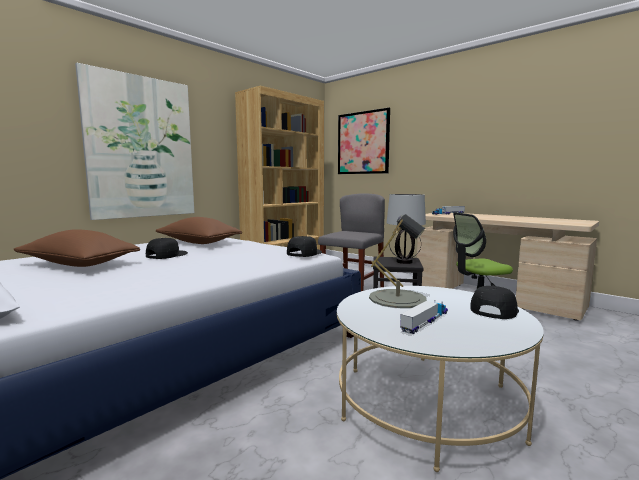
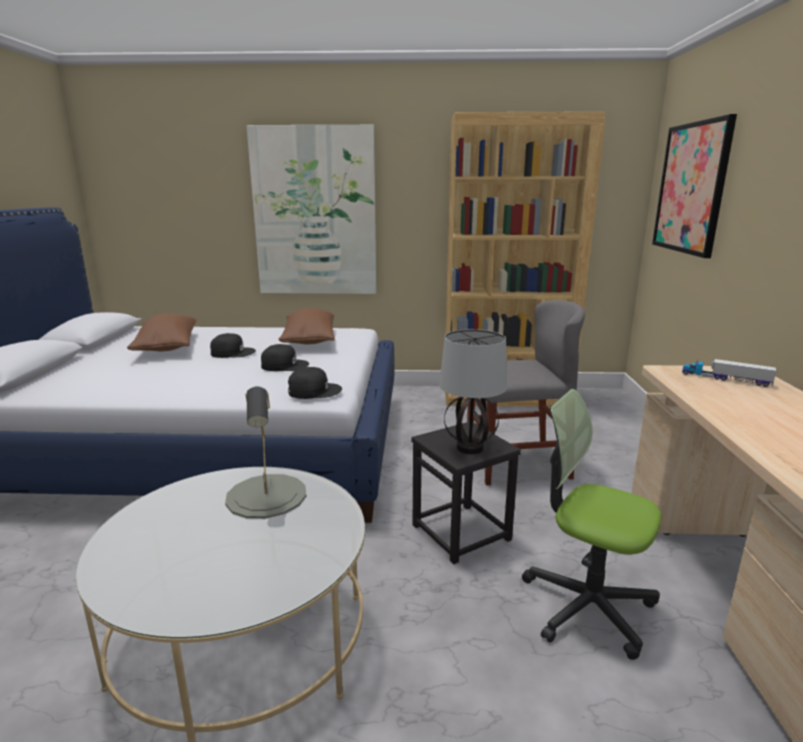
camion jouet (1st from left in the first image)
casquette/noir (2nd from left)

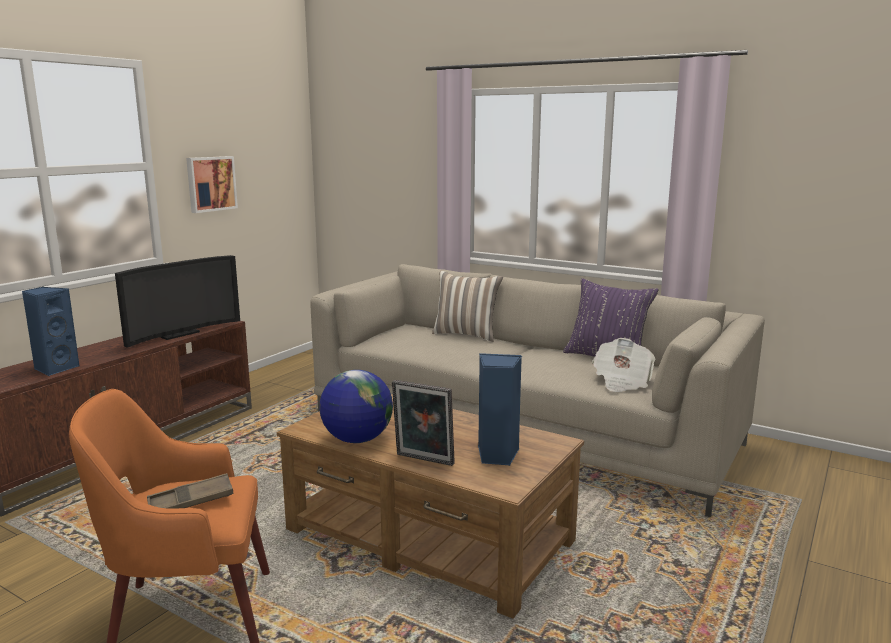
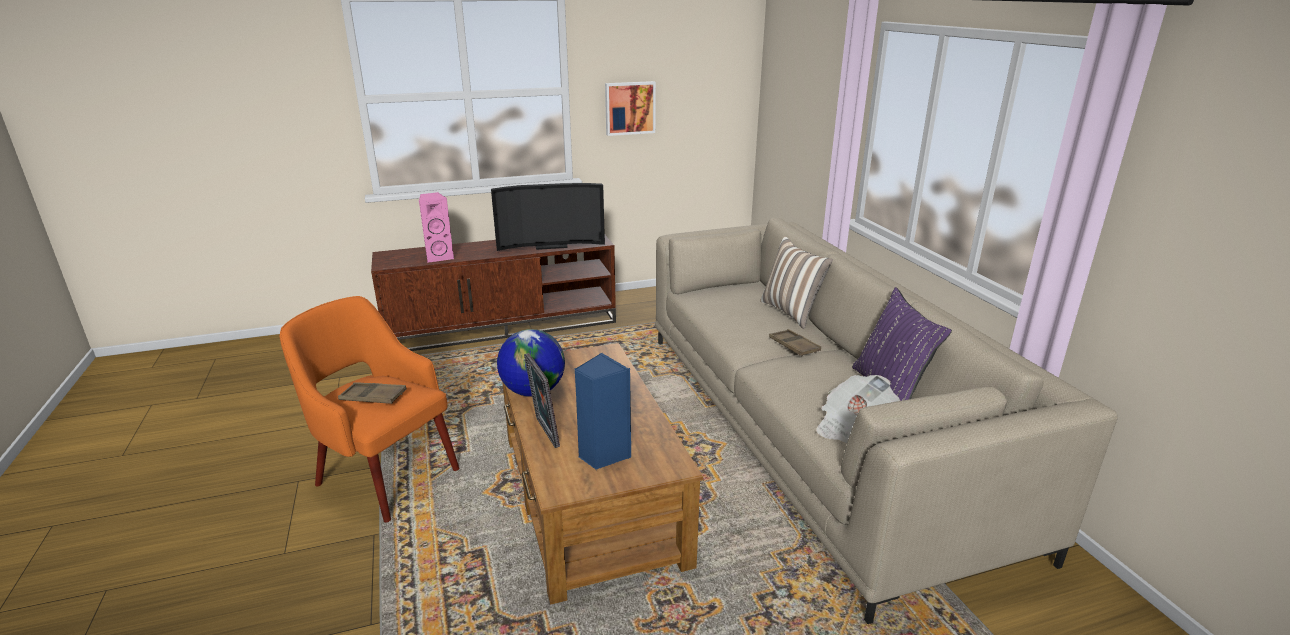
enceinte/rose
plateau/marron (2nd from left)

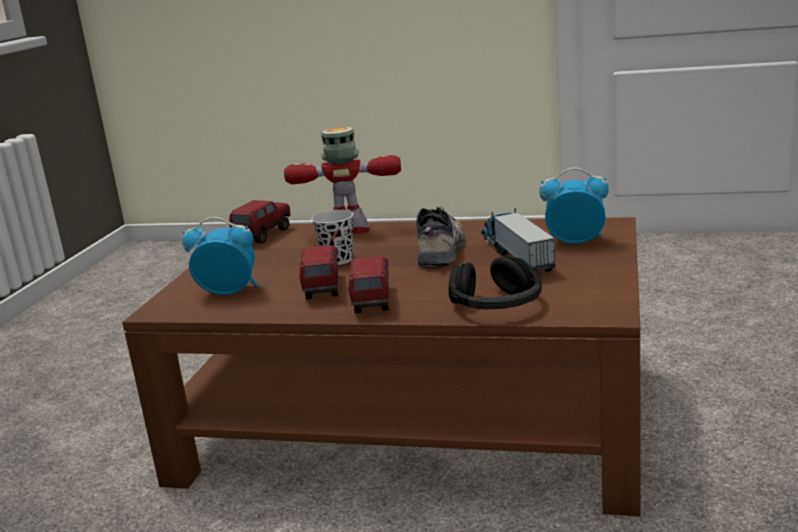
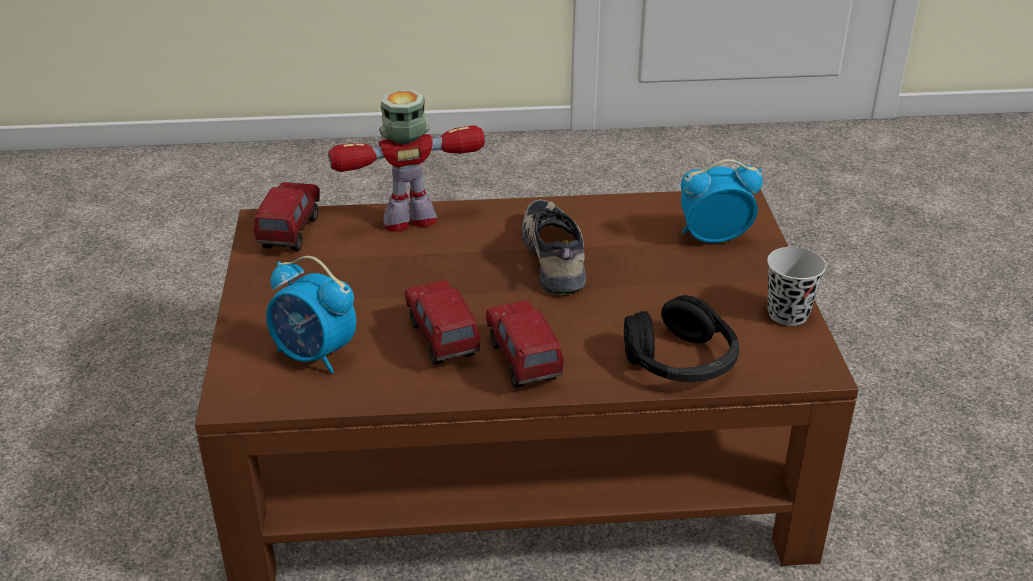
réveil (1st from left)
tasse/noir
camion jouet (4th from left in the first image)

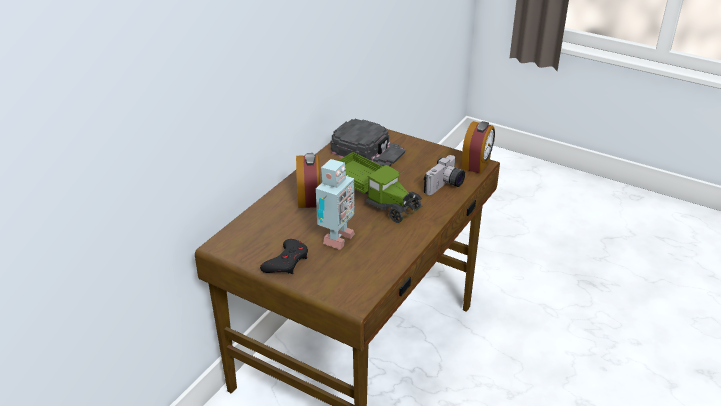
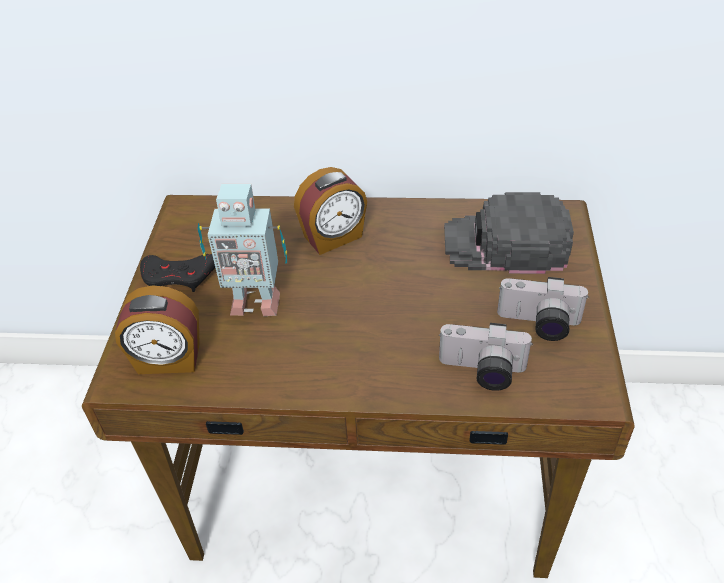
casquette/noir
camion jouet
réveil (1st from left)
appareil photo (2nd from left)

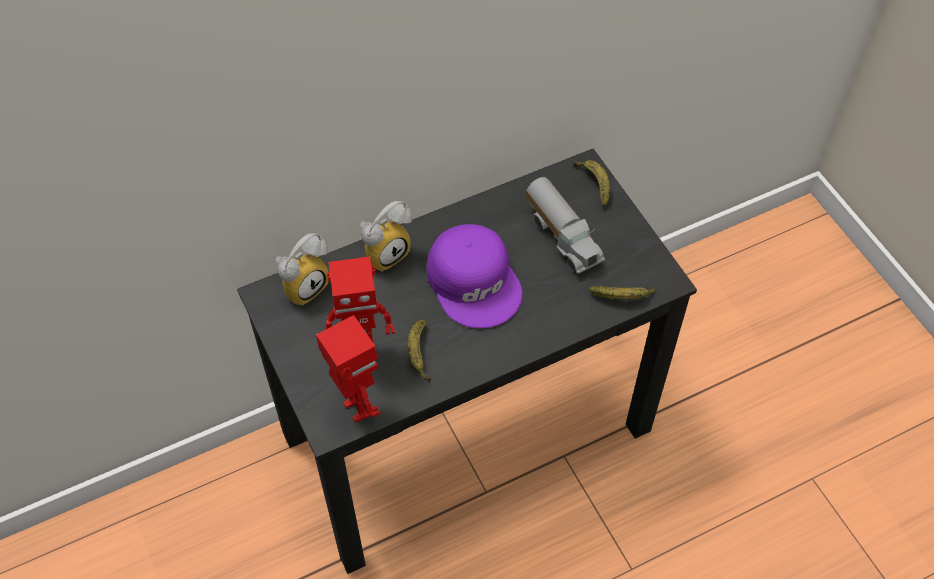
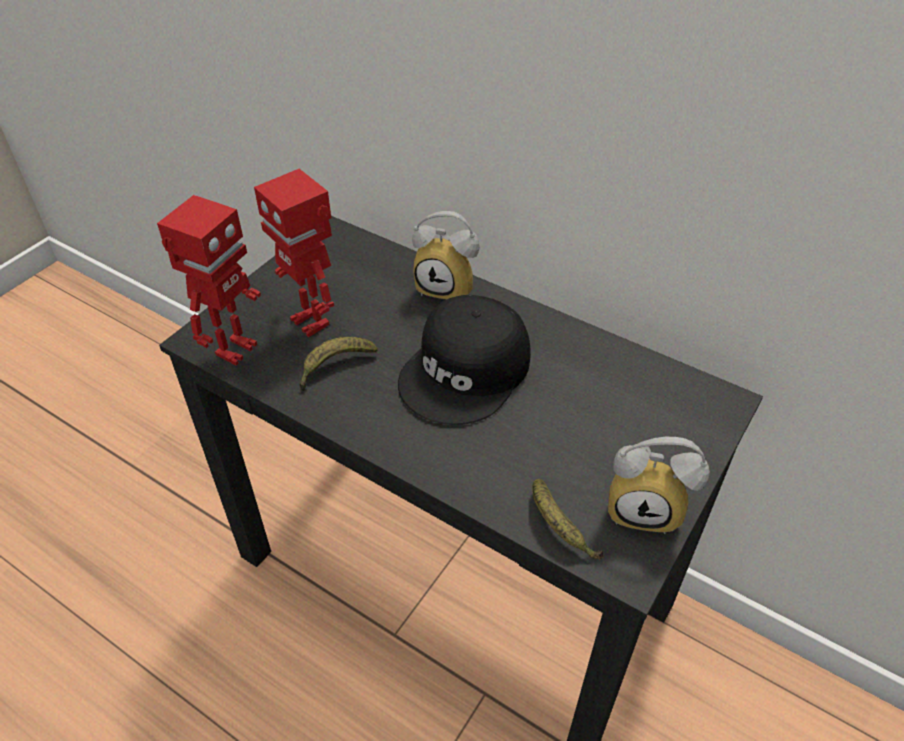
réveil (2nd from left)
casquette/noir
camion jouet
banane (2nd from left in the first image)

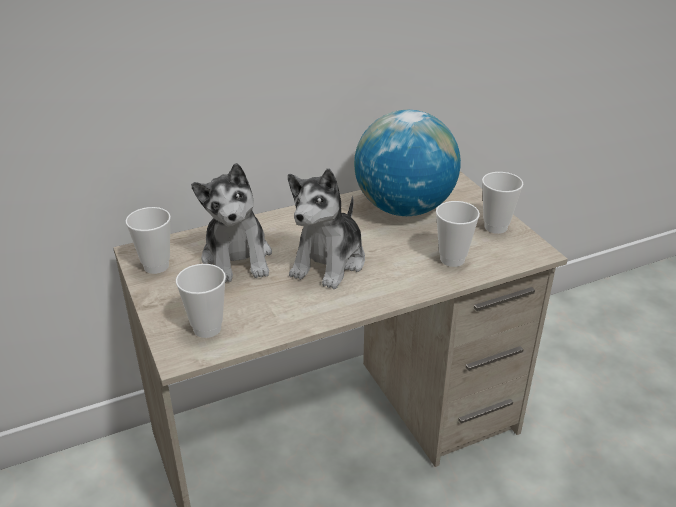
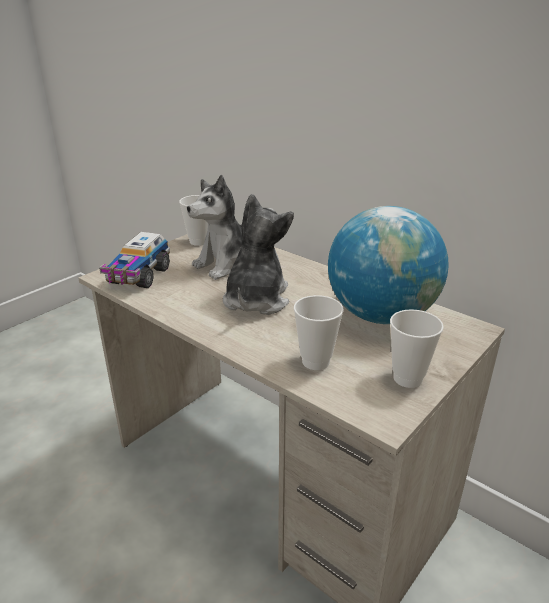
camion jouet
peluche (2nd from left)

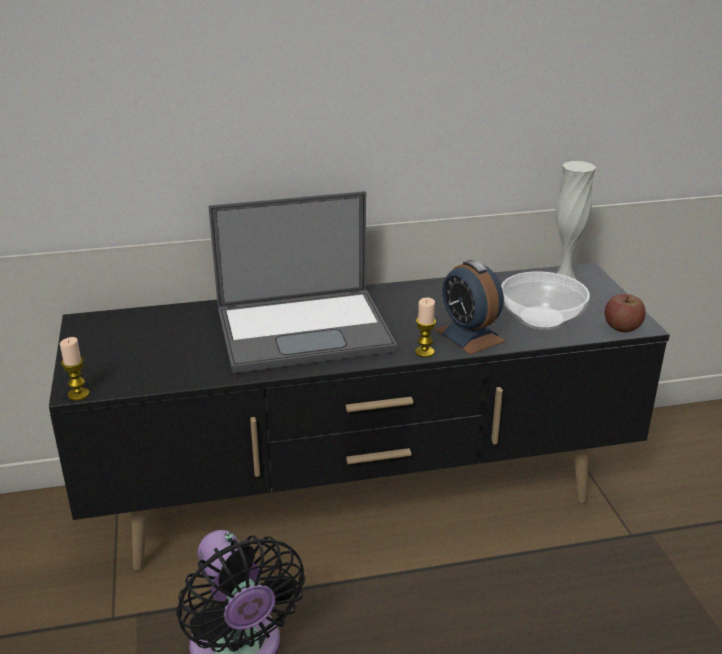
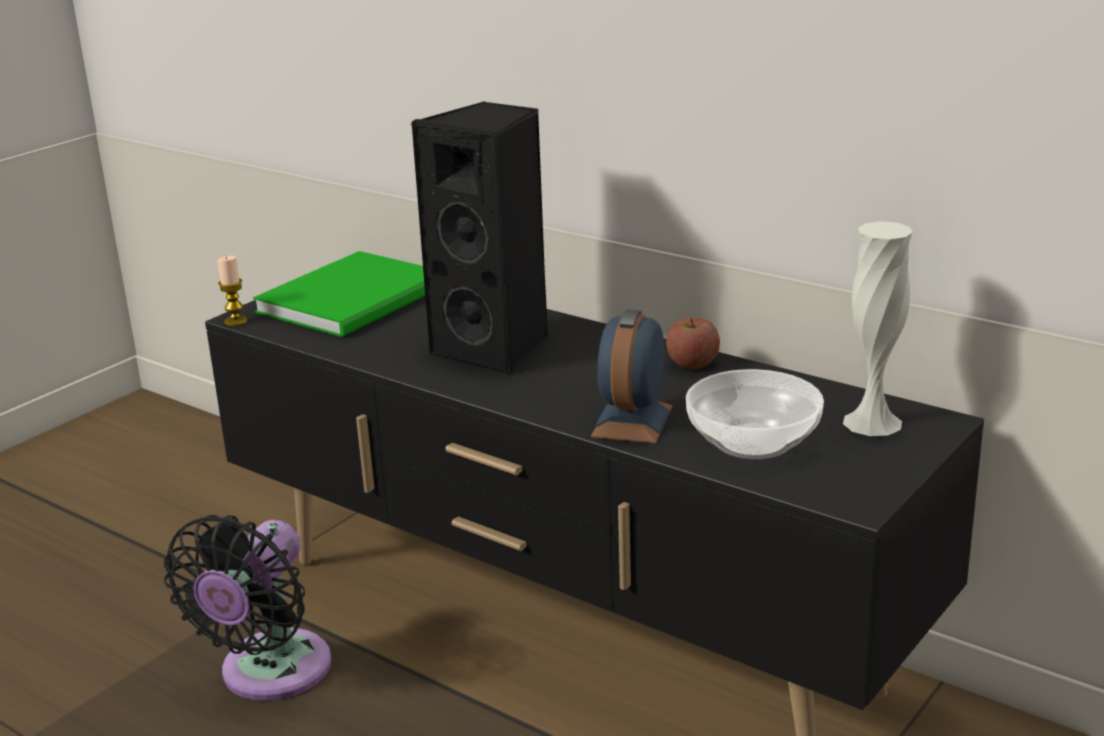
enceinte/noir
bougie (2nd from left in the first image)
pomme
livre/vert

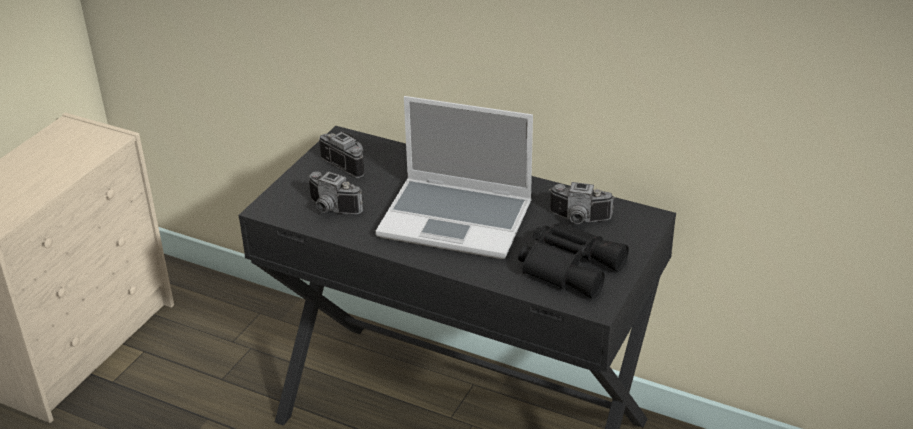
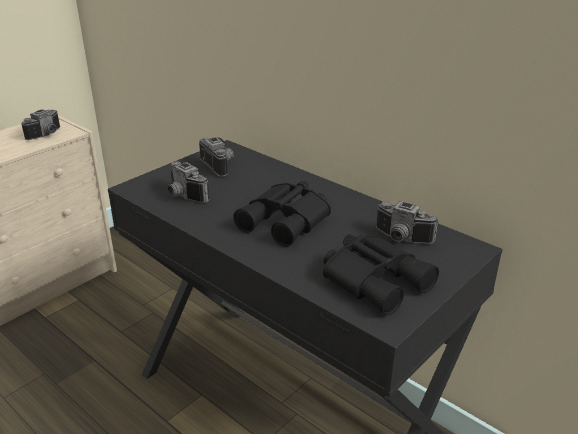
jumelles/noir (1st from left)
appareil photo (1st from left)

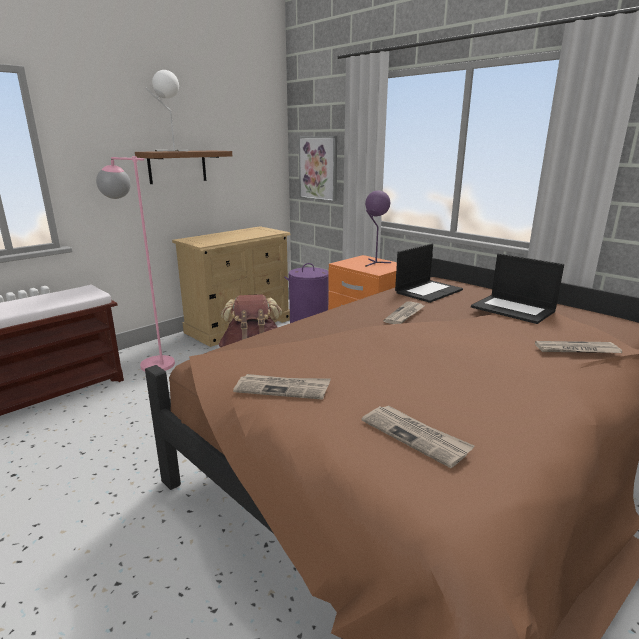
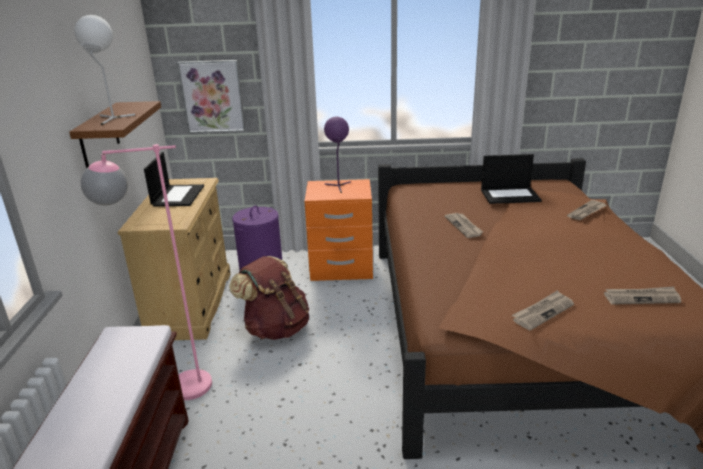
ordinateur portable (1st from left)

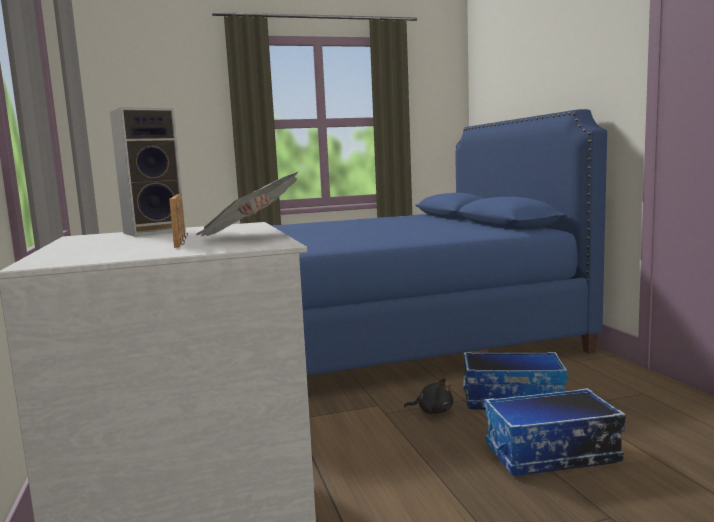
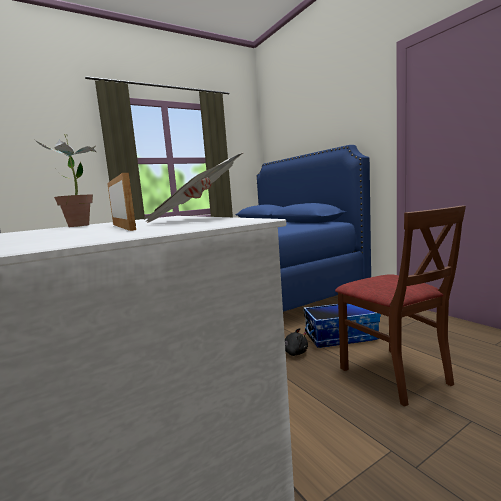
plante en pot
chaise/marron

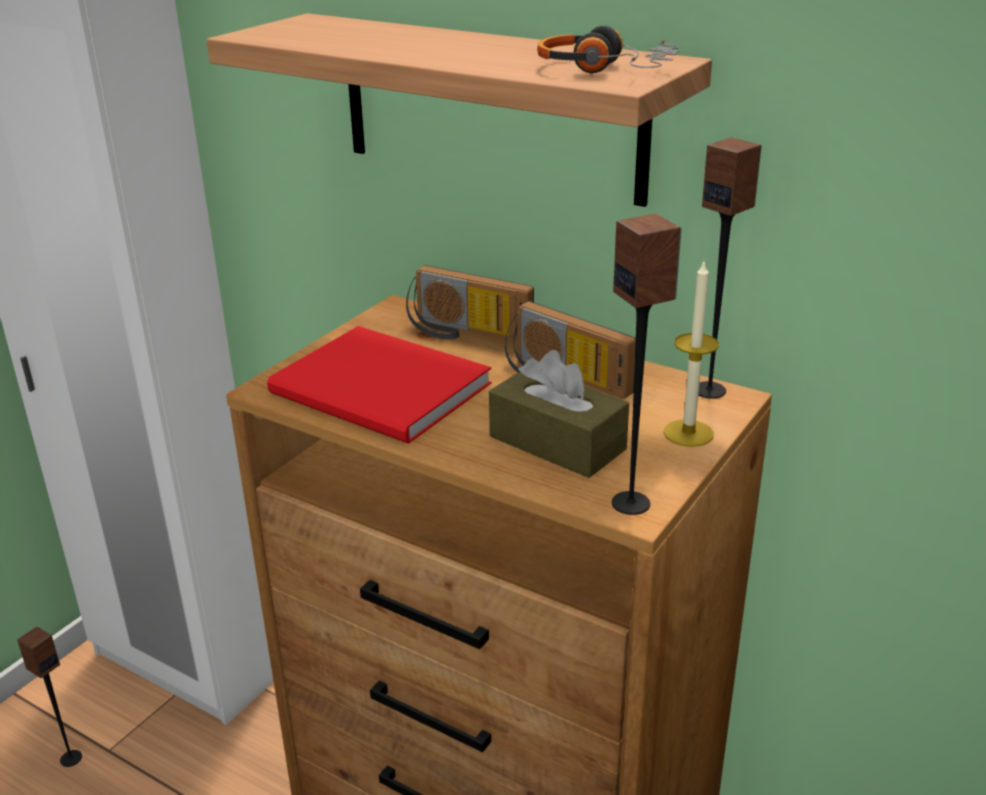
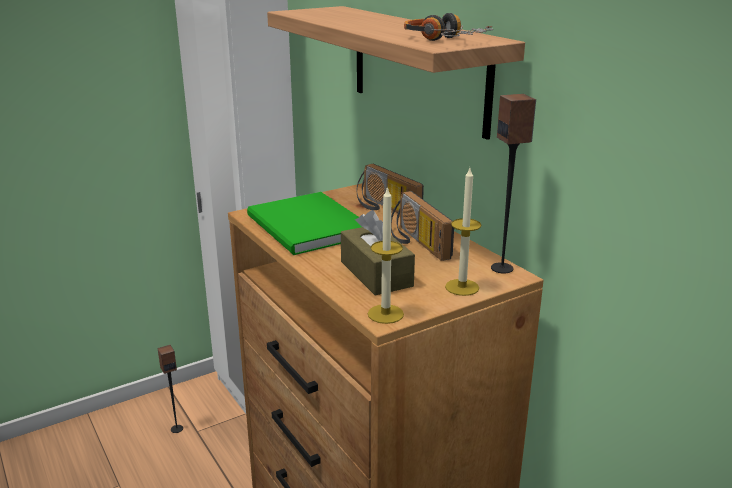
livre/vert
bougie (1st from left)

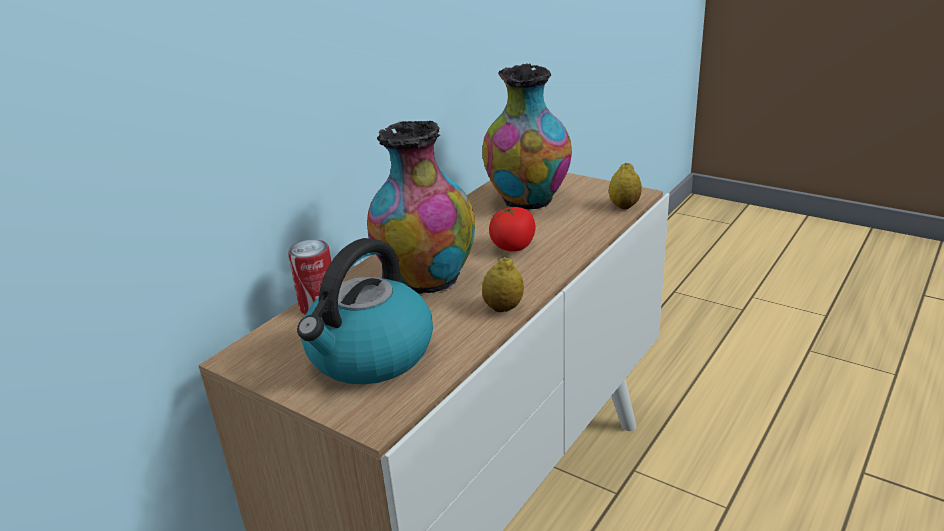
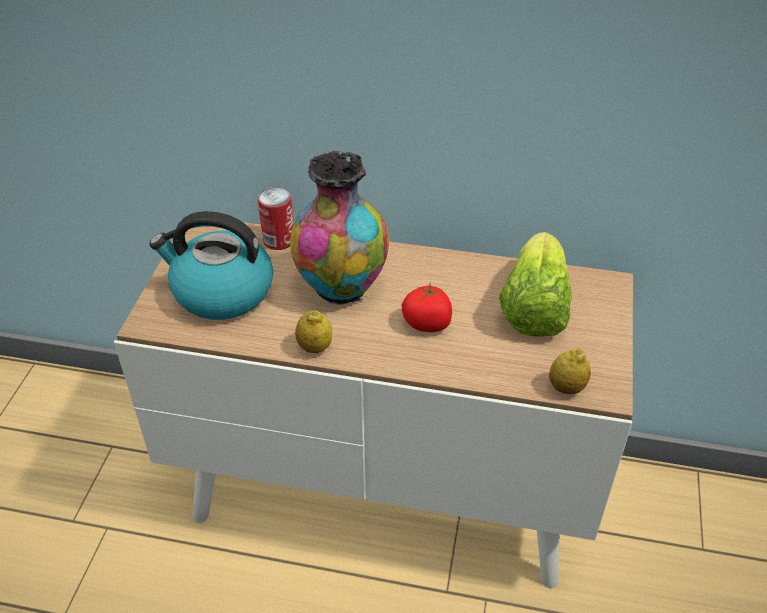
laitue

